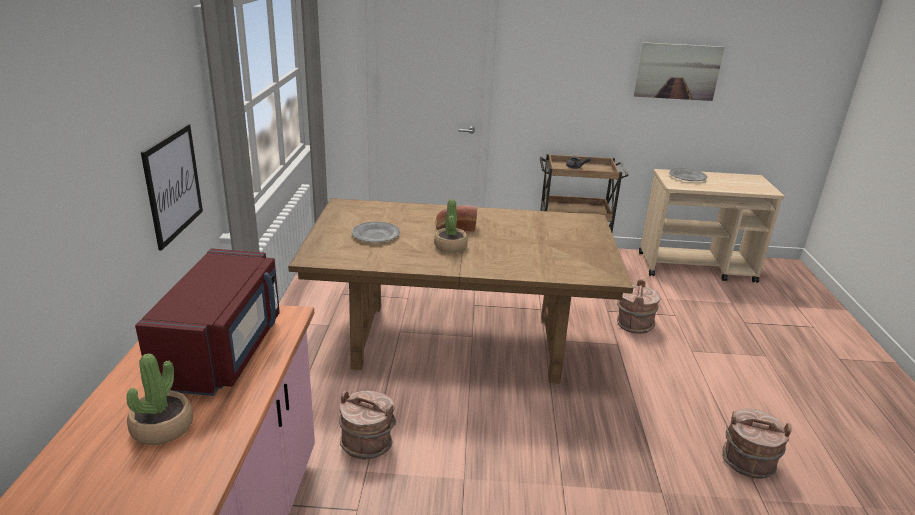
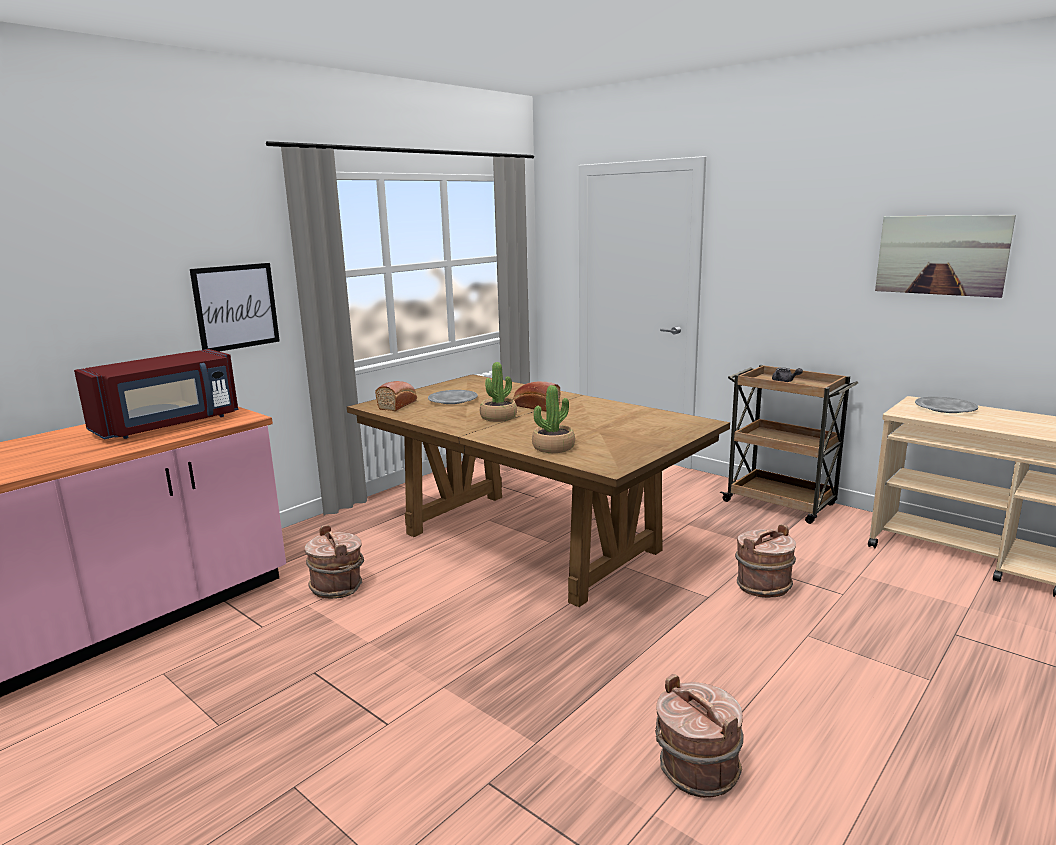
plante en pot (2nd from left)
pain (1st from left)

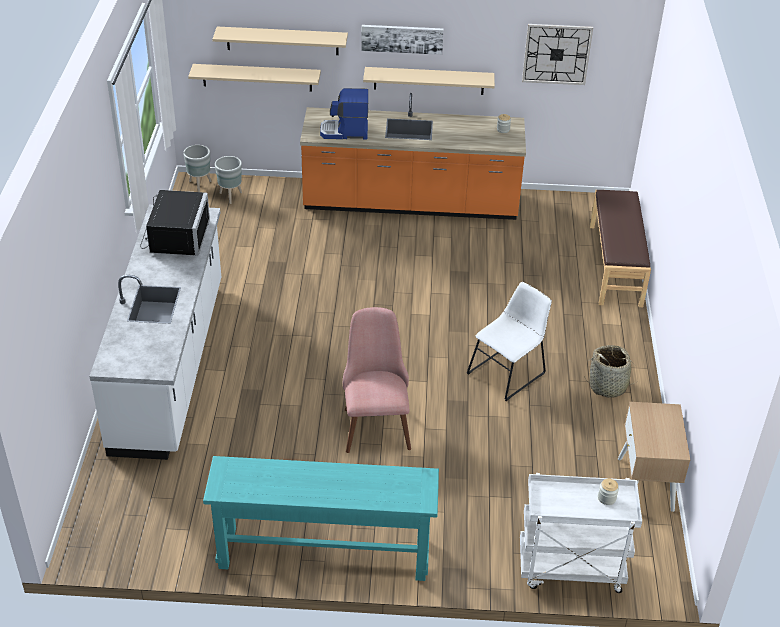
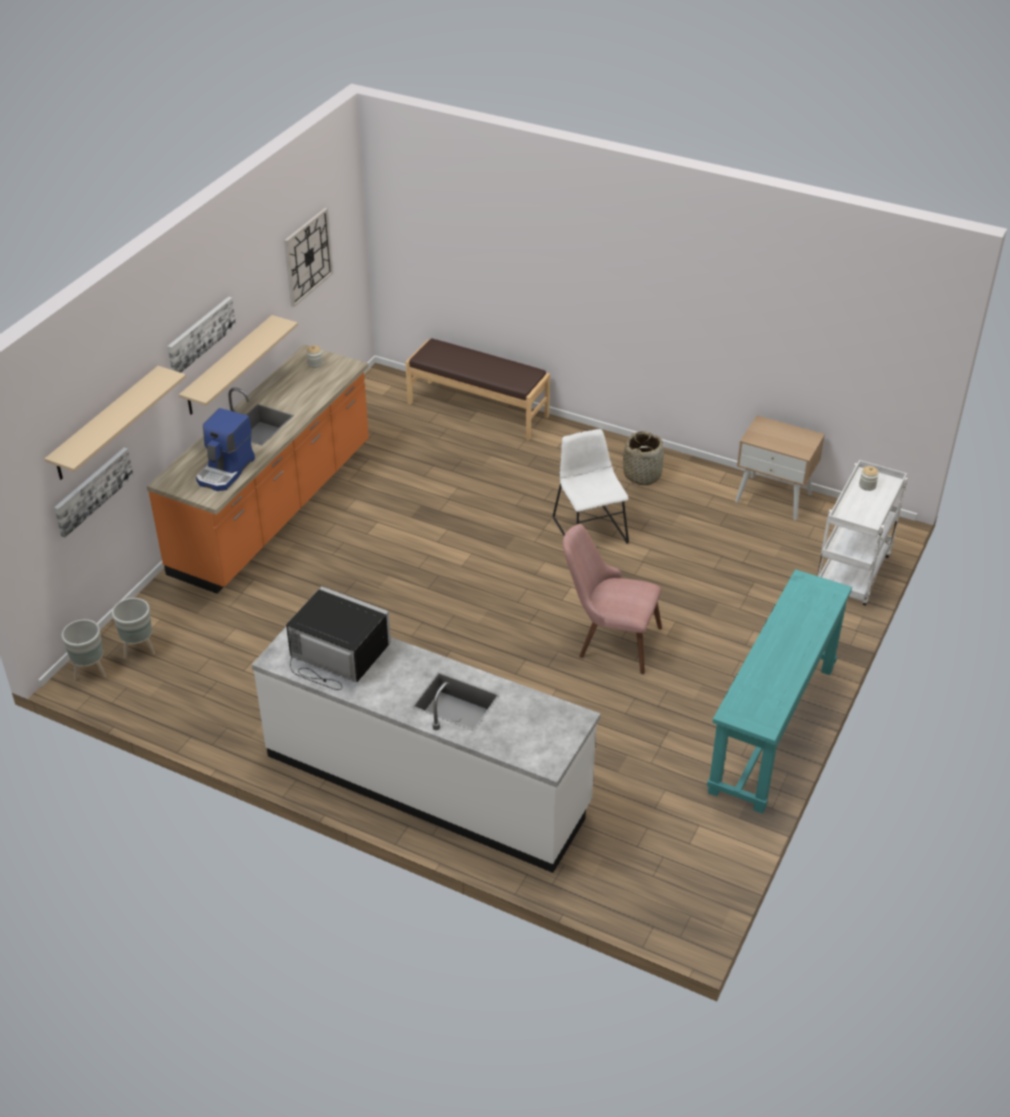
tableau (1st from left)

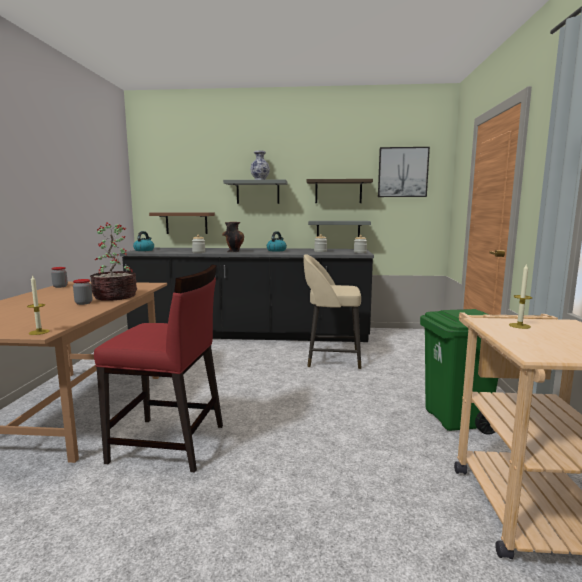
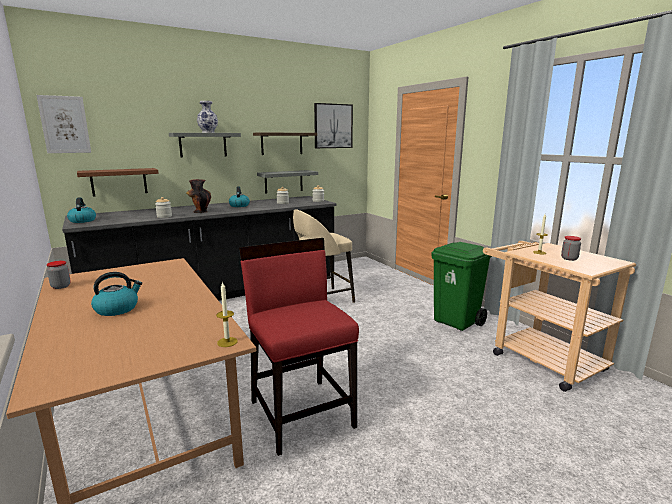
bocal (5th from left)
plante en pot
chaise/rouge
tableau (1st from left)
bouilloire (2nd from left)

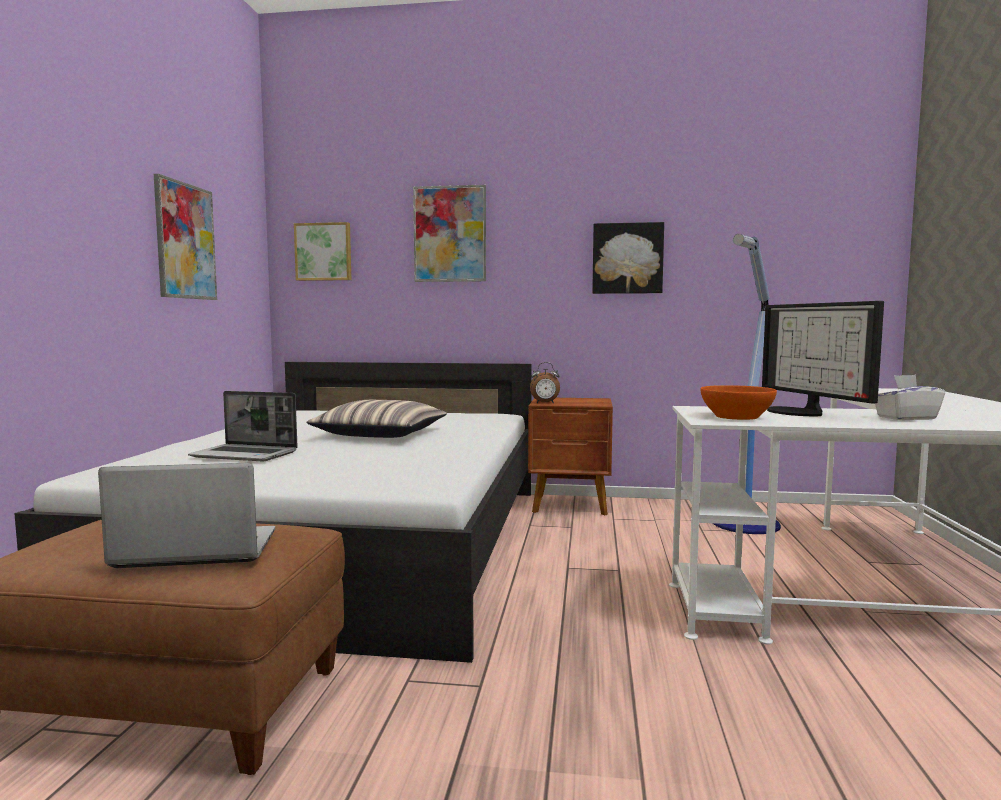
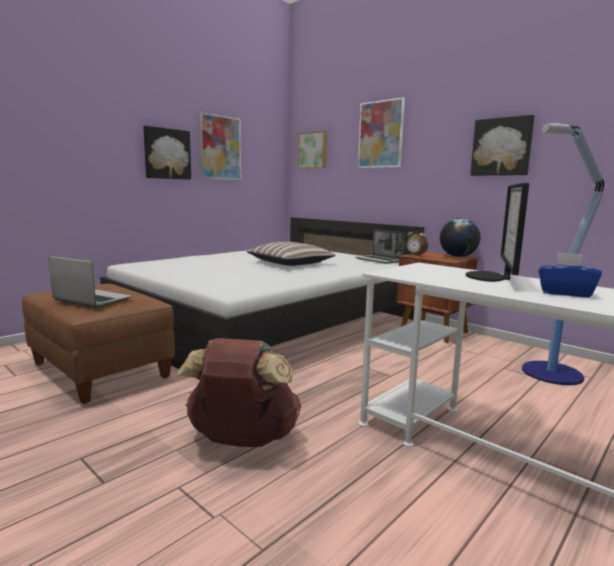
ordinateur portable (2nd from left)
bol/orange
boîte à mouchoirs/bleu
tableau (1st from left)
sac à dos/marron
globe

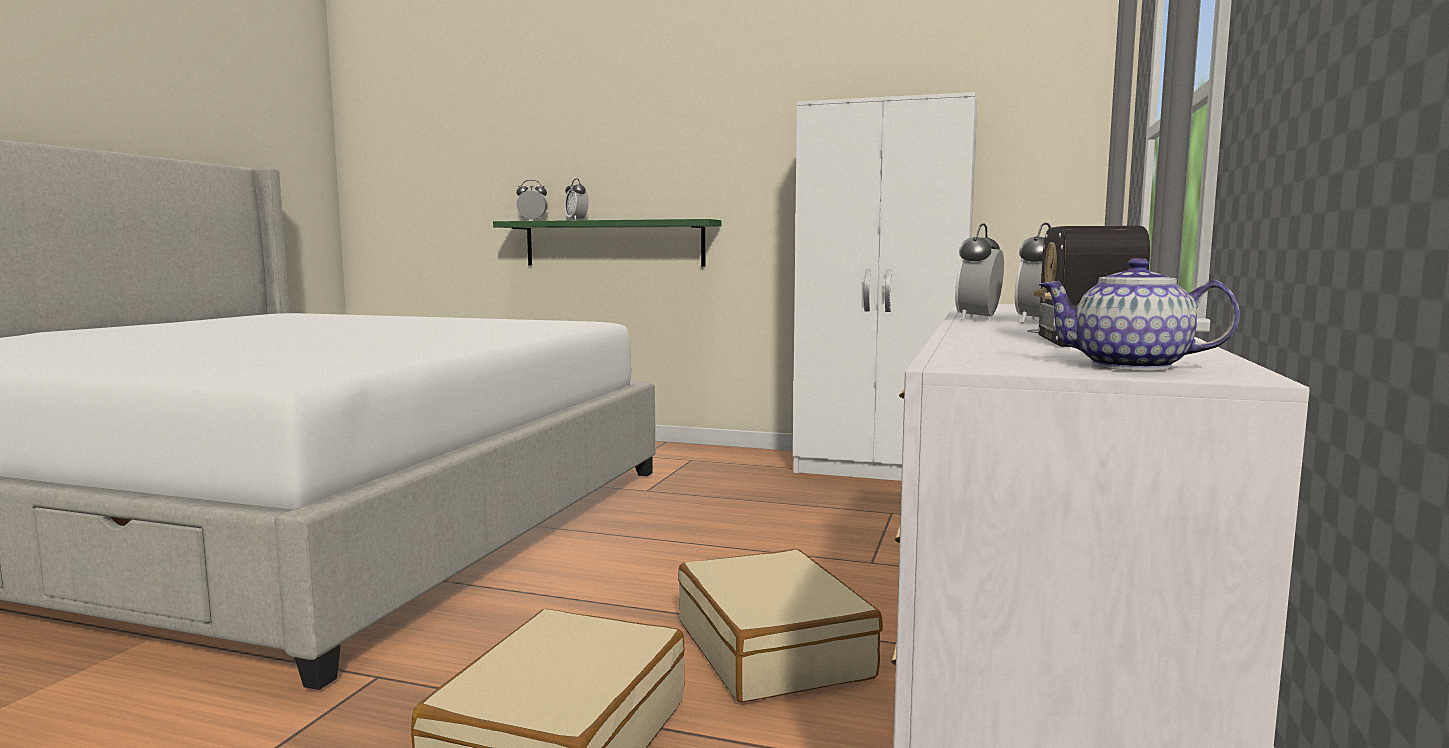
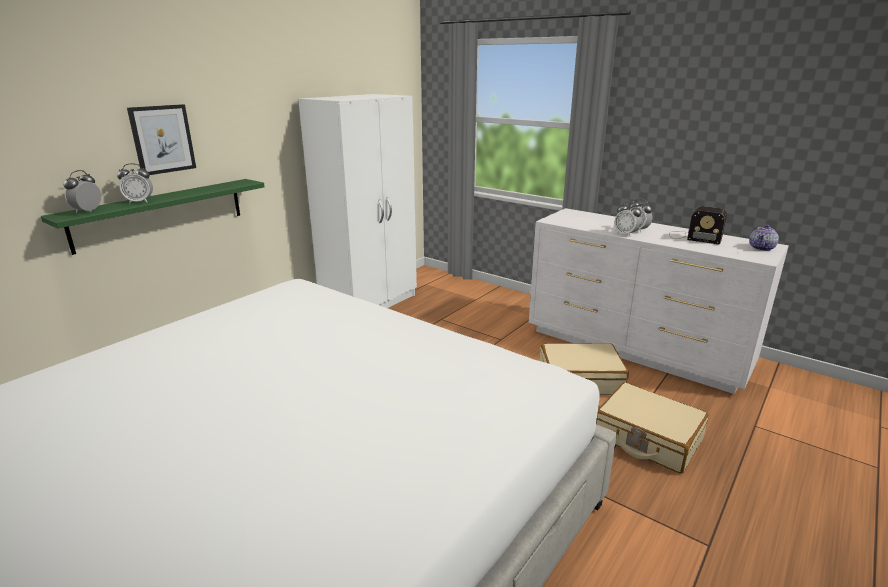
tableau

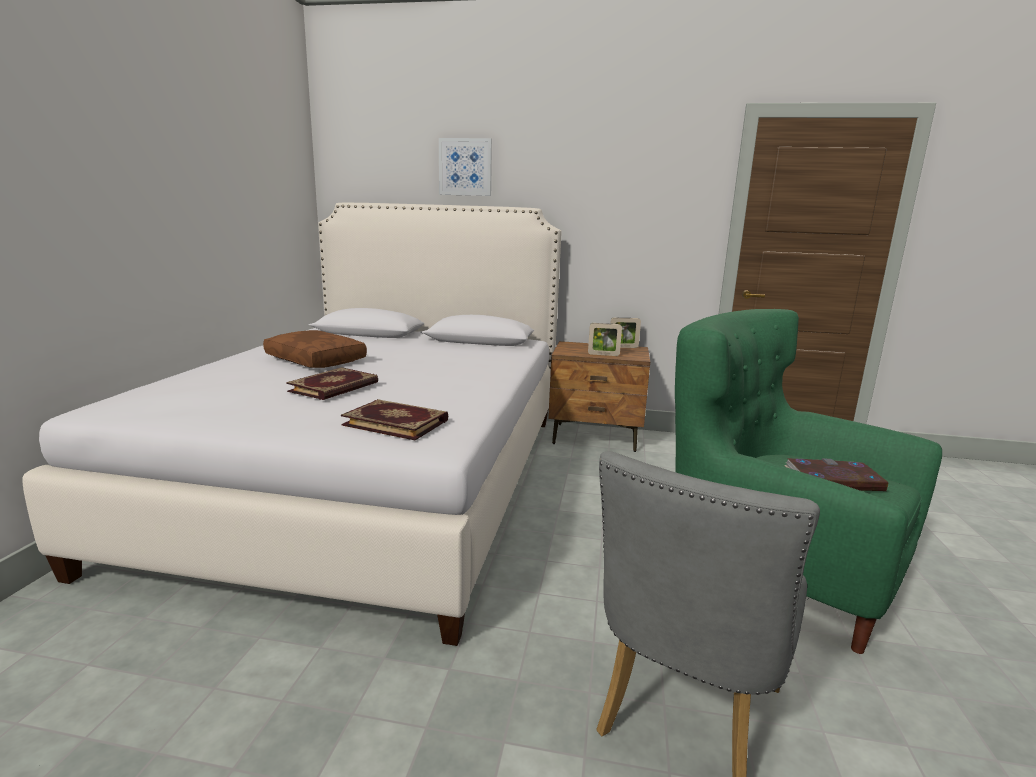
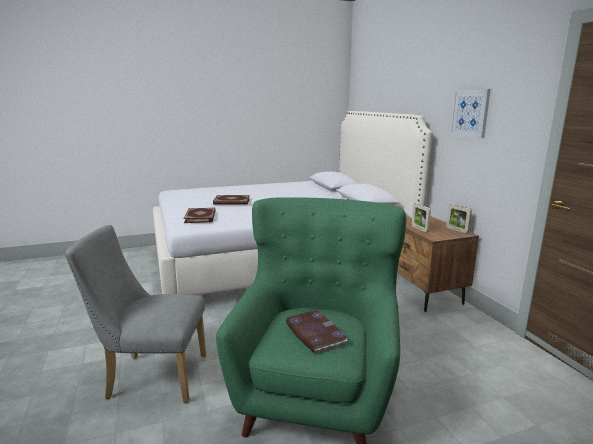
coussin/marron
tableau

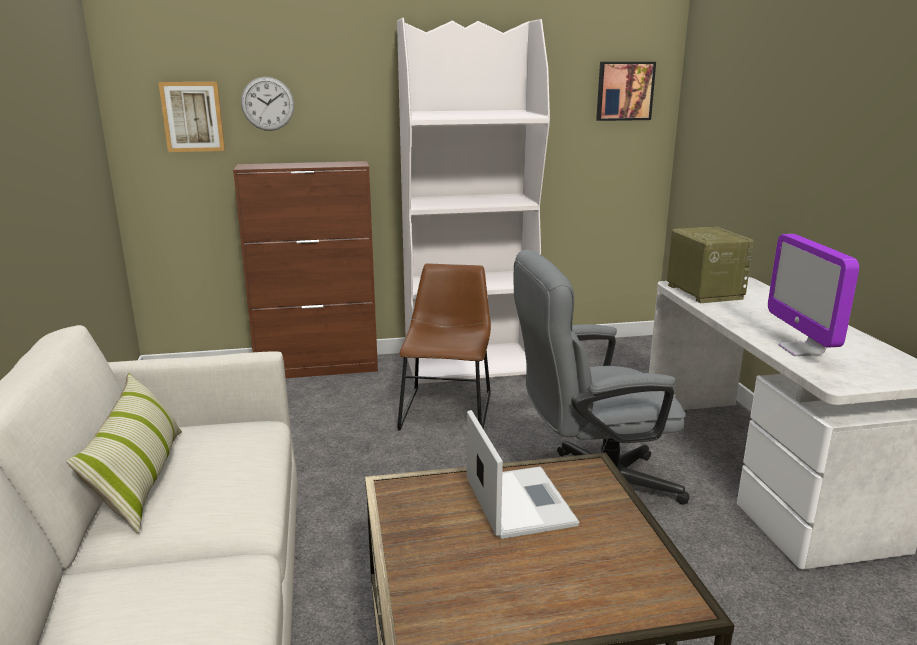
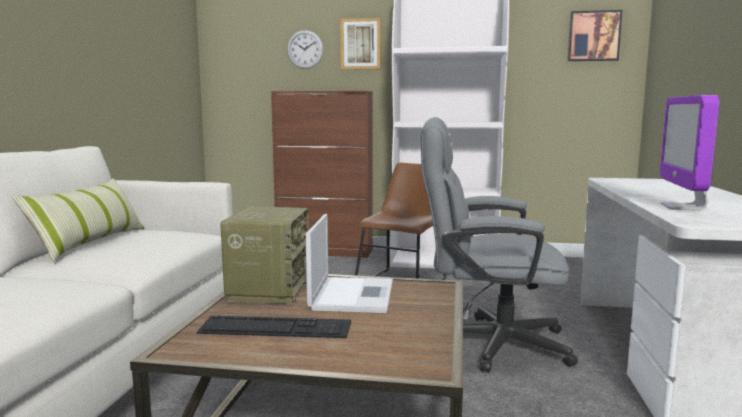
tableau (1st from left)
radio
clavier

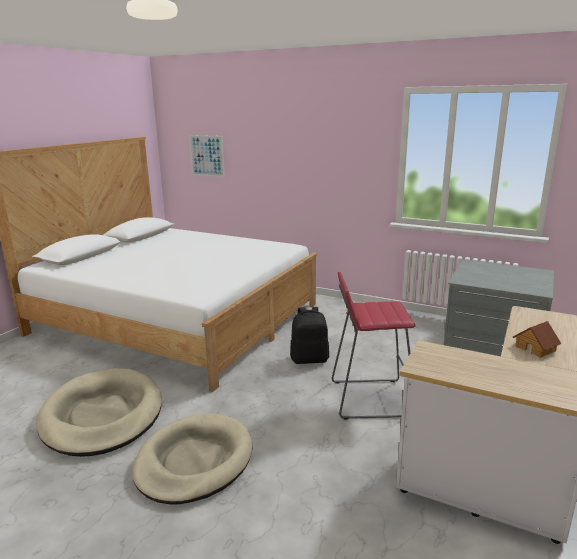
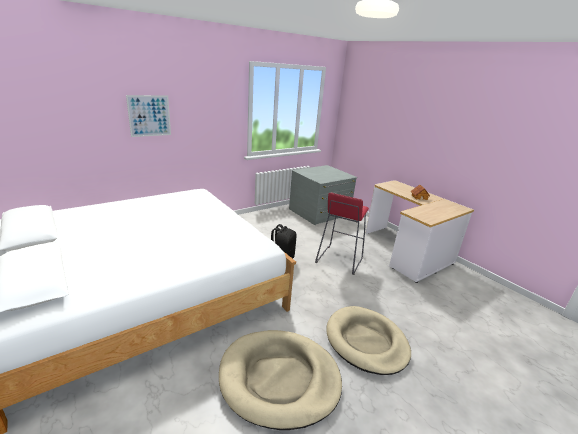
tableau

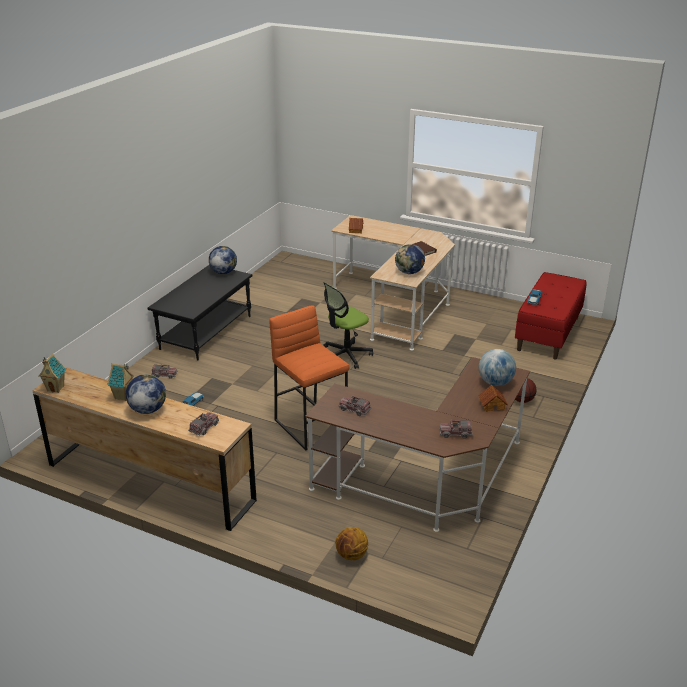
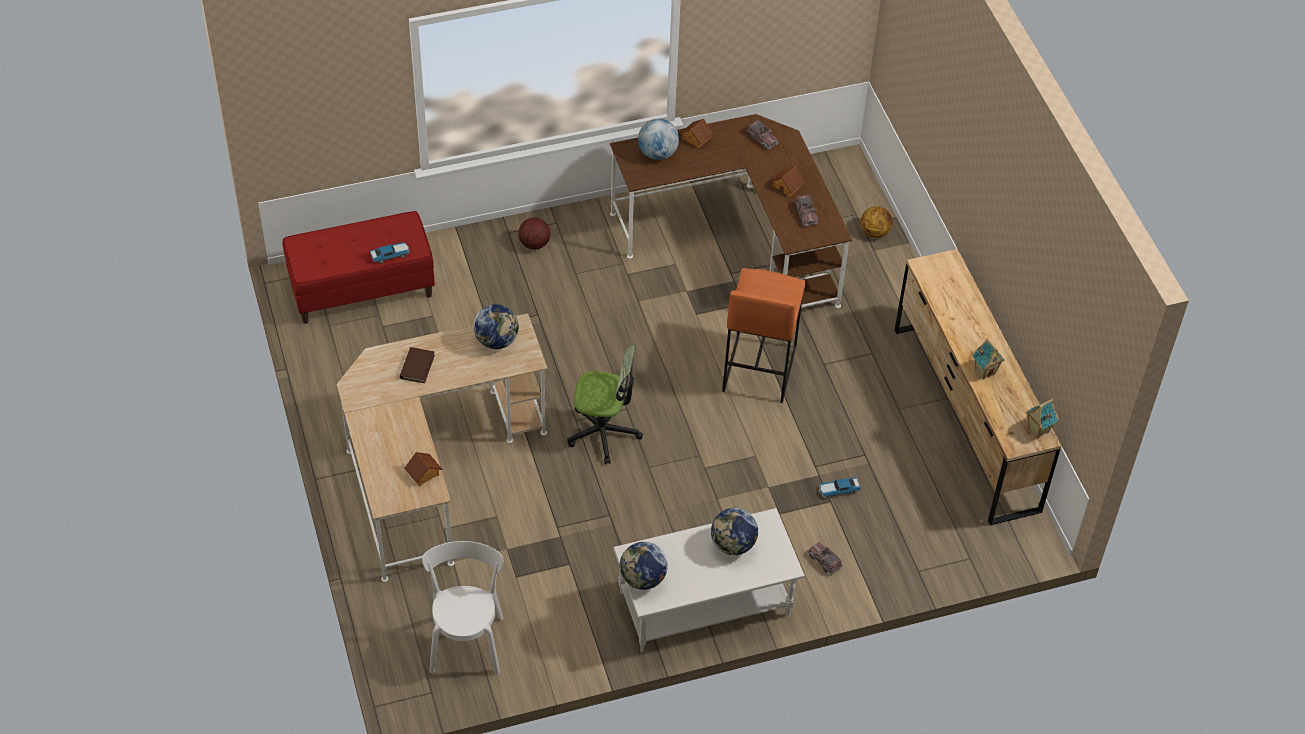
globe (4th from left)
table basse/blanc
camion jouet (2nd from left in the first image)
chaise/blanc
maison miniature (3rd from left)

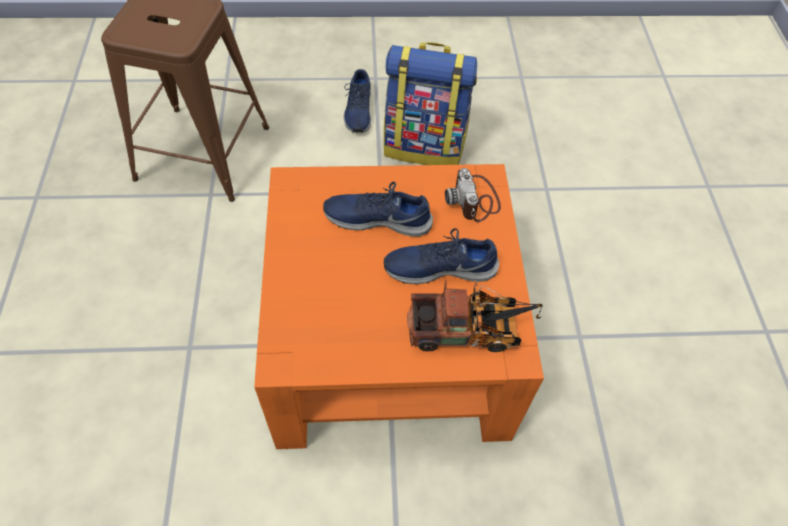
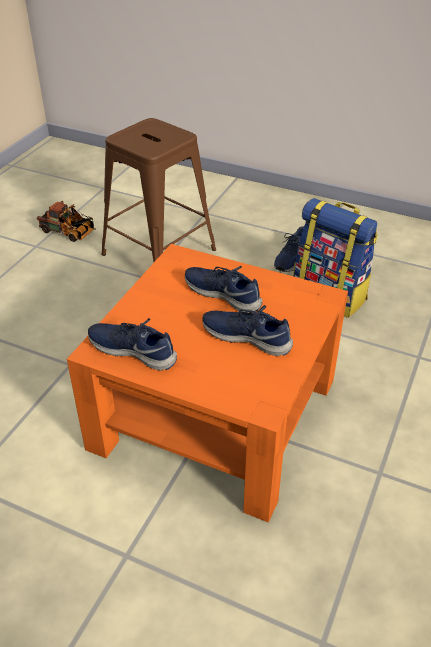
camion jouet
appareil photo
chaussure/bleu (1st from left)

